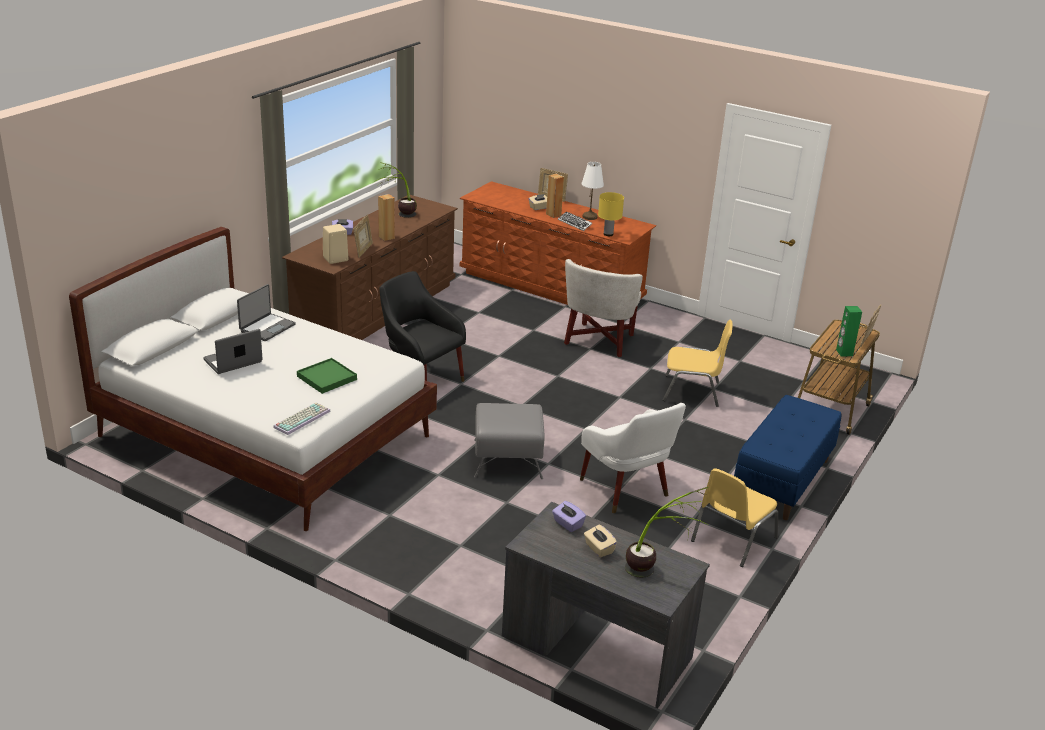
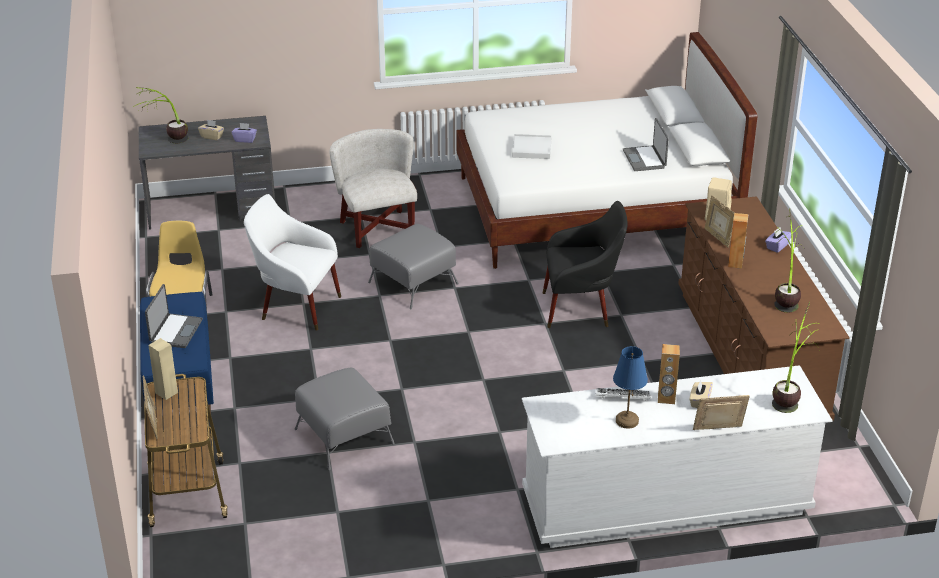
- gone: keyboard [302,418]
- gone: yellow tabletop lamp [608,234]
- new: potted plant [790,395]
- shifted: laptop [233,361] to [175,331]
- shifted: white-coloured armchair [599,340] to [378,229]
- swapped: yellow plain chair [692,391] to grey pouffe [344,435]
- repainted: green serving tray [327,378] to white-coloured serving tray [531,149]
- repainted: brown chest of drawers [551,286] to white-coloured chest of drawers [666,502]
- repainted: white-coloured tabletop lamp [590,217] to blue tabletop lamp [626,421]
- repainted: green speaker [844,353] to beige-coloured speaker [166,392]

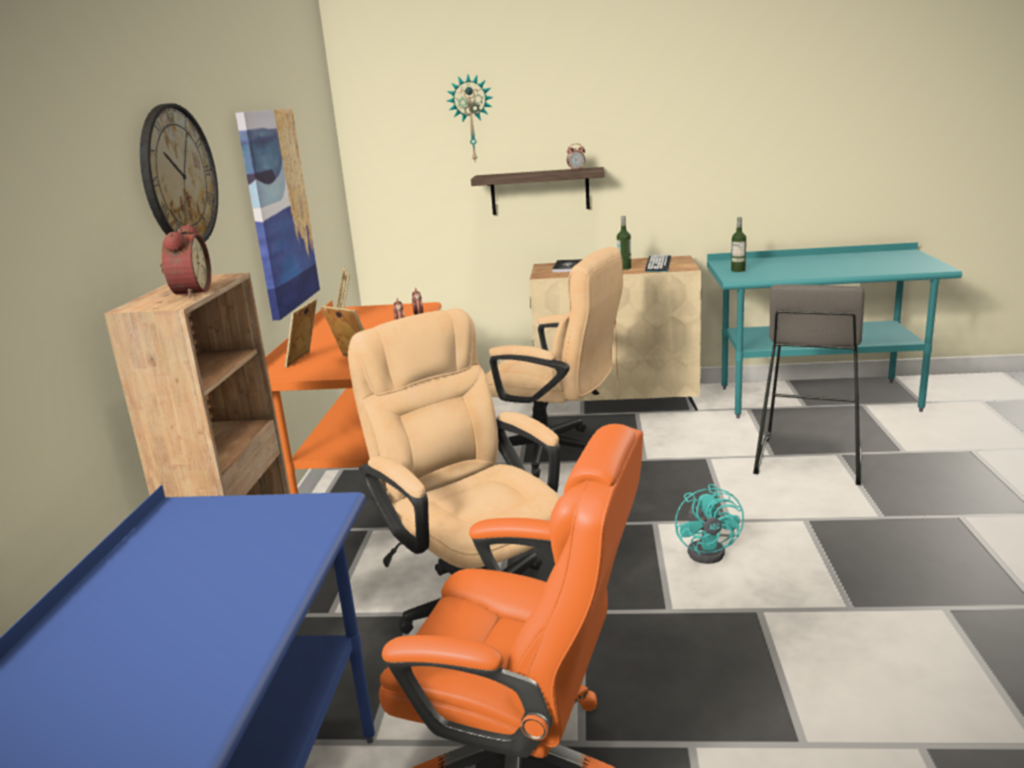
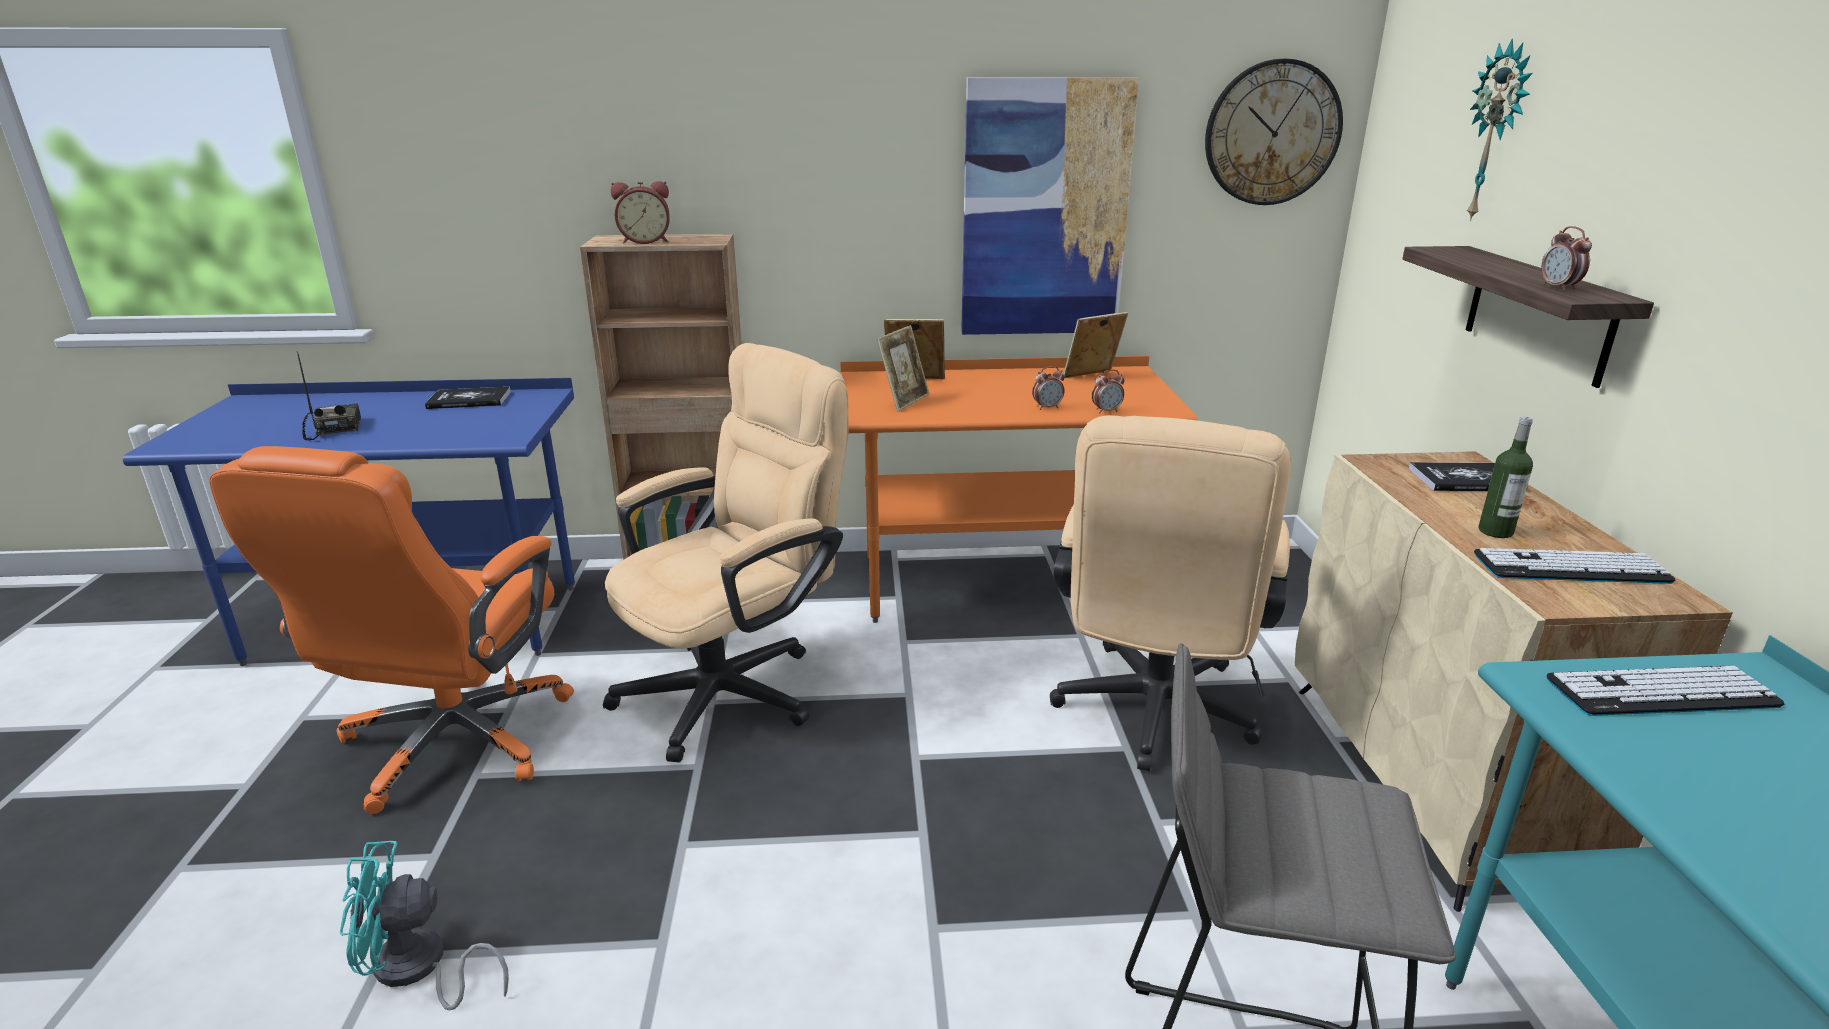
- new: radio [333,429]
- new: bound book [469,400]
- shifted: hanging clock [178,176] to [1272,133]
- shifted: turquoise-coloured fan [711,550] to [418,970]
- swapped: bottle [738,270] to keyboard [1661,692]

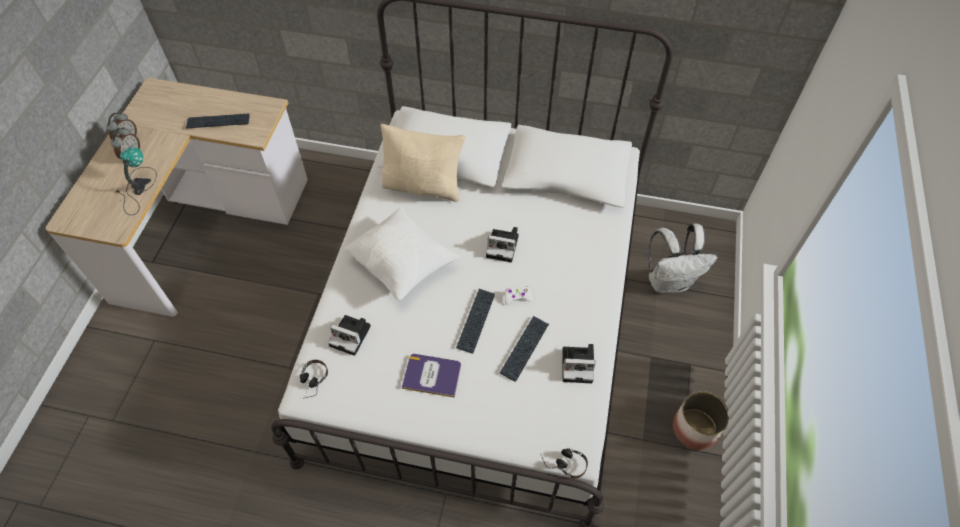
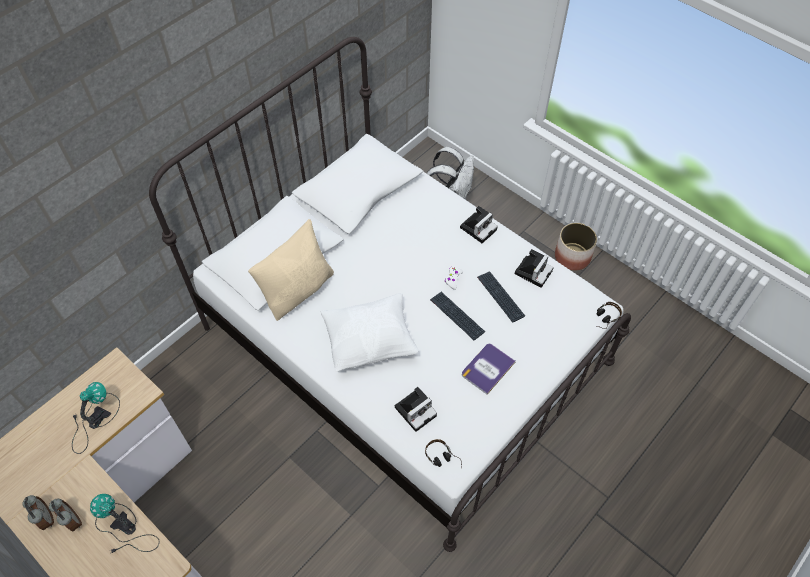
- shifted: photo camera [503,246] to [478,227]
- swapped: keyboard [218,122] to tabletop lamp [94,419]

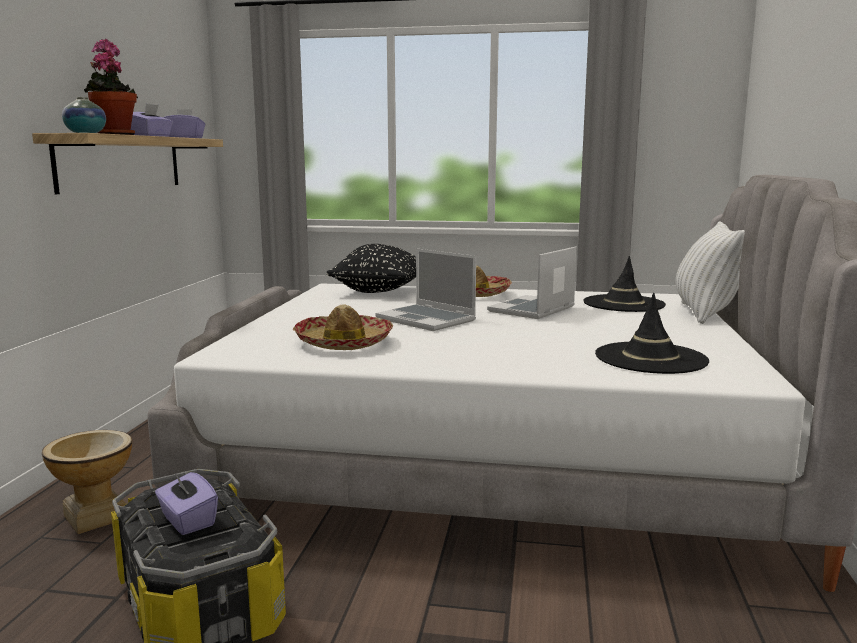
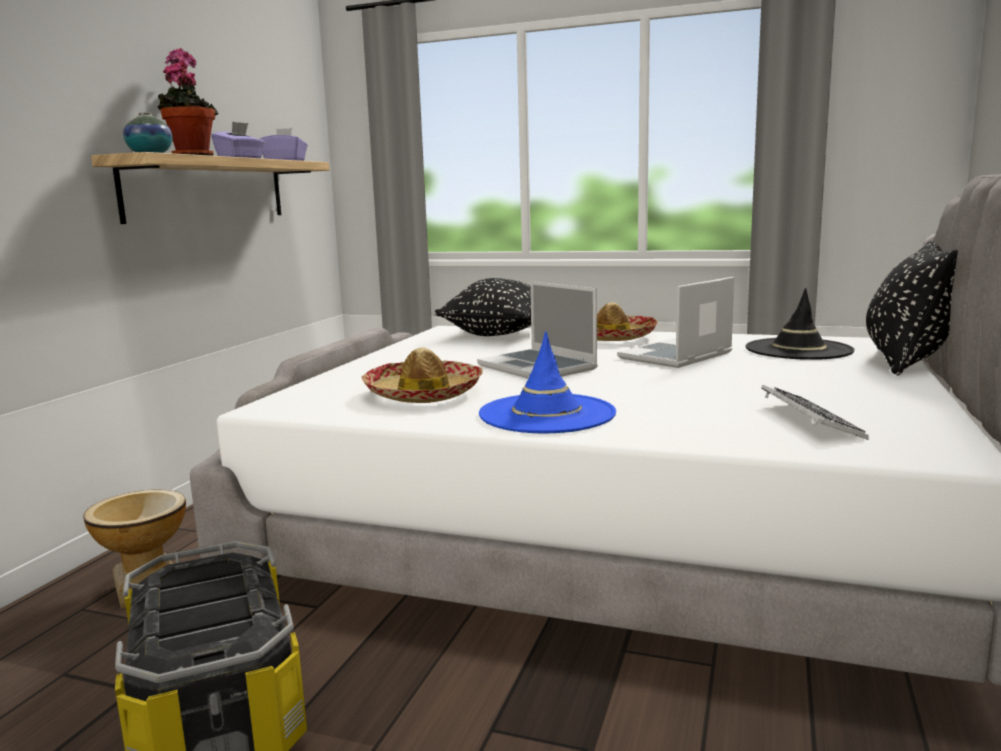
- gone: purple box of tissues [187,521]
- new: blue hat [547,414]
- swapped: black-coloured hat [650,358] to keyboard [808,420]
- repainted: white-coloured throw pillow [705,313] to black-coloured throw pillow [906,362]

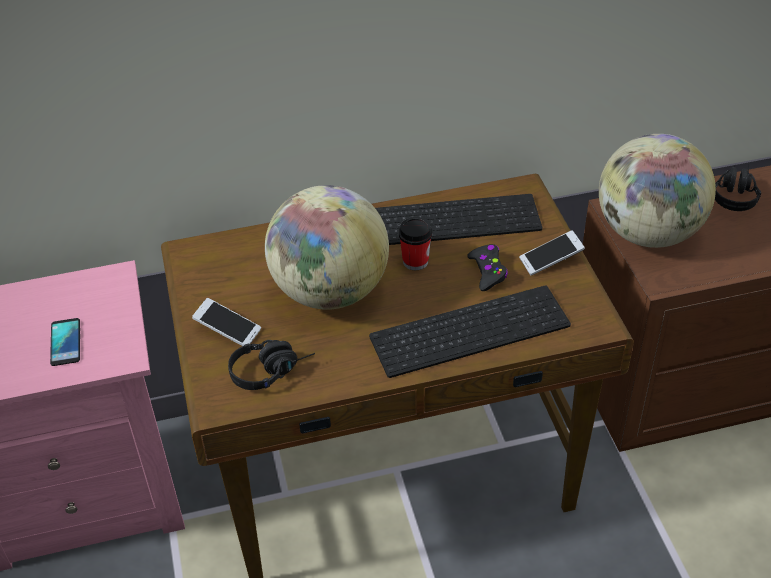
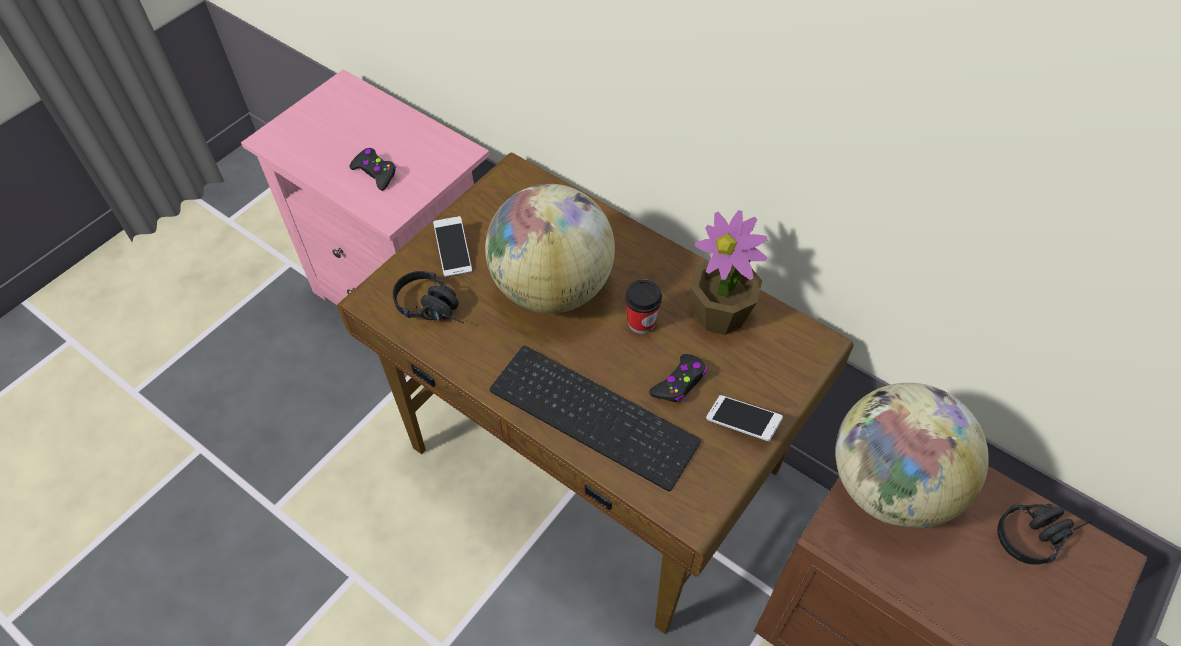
- swapped: phone [65,342] to black-coloured game controller [375,173]
- swapped: keyboard [451,219] to potted plant [720,314]

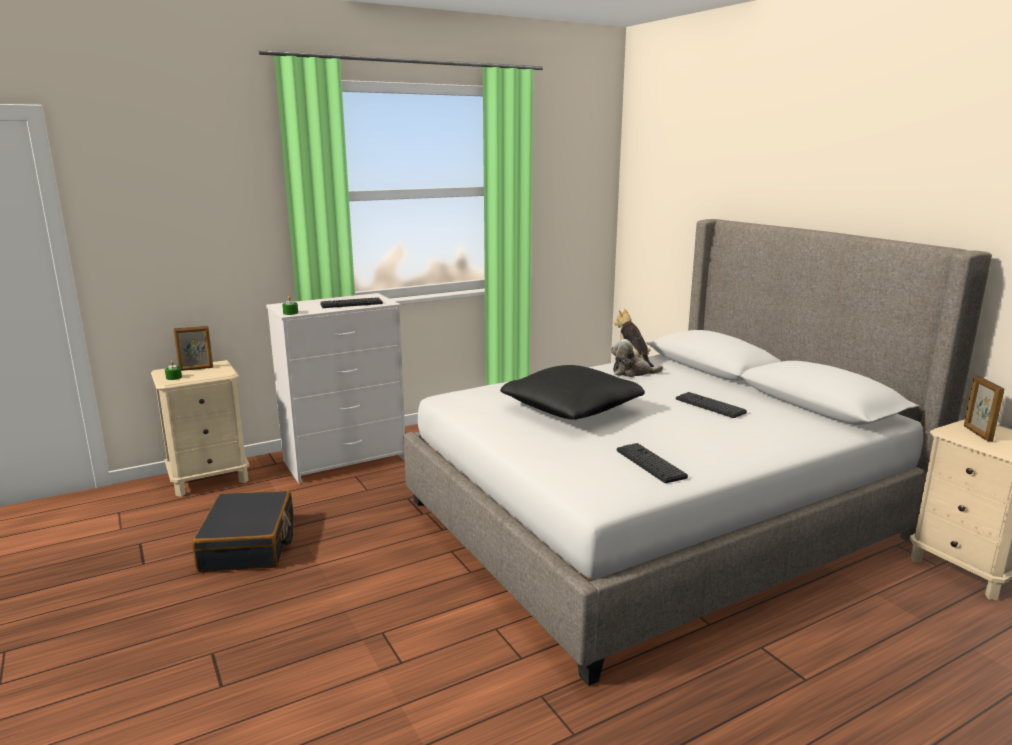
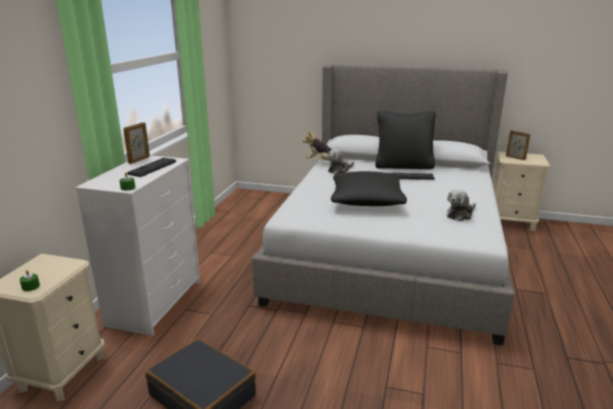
- new: black-coloured throw pillow [403,166]
- shifted: picture frame [196,369] to [139,160]
- swapped: keyboard [650,463] to soft toy [460,214]

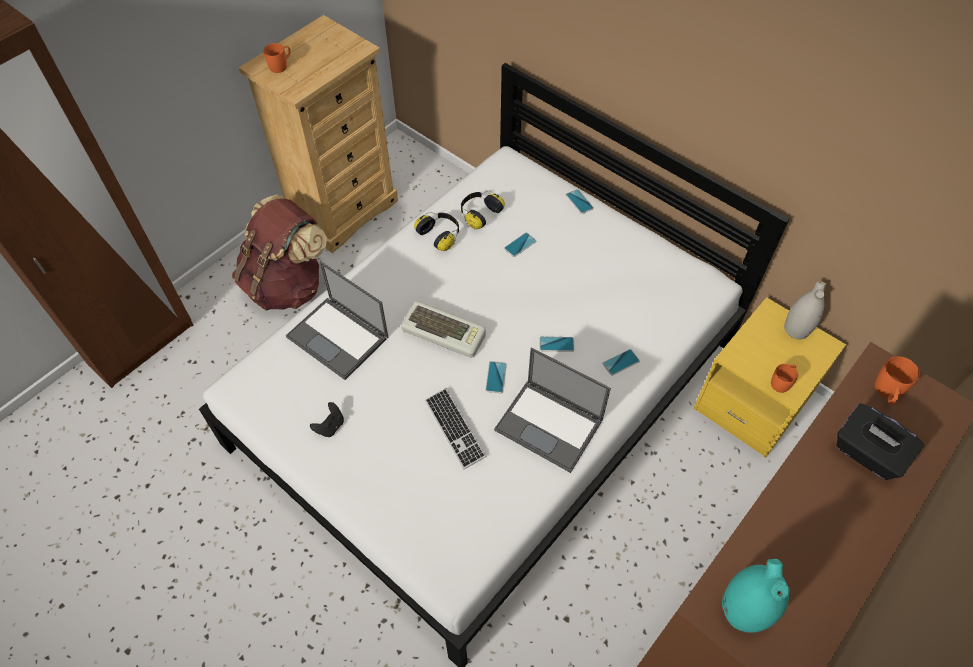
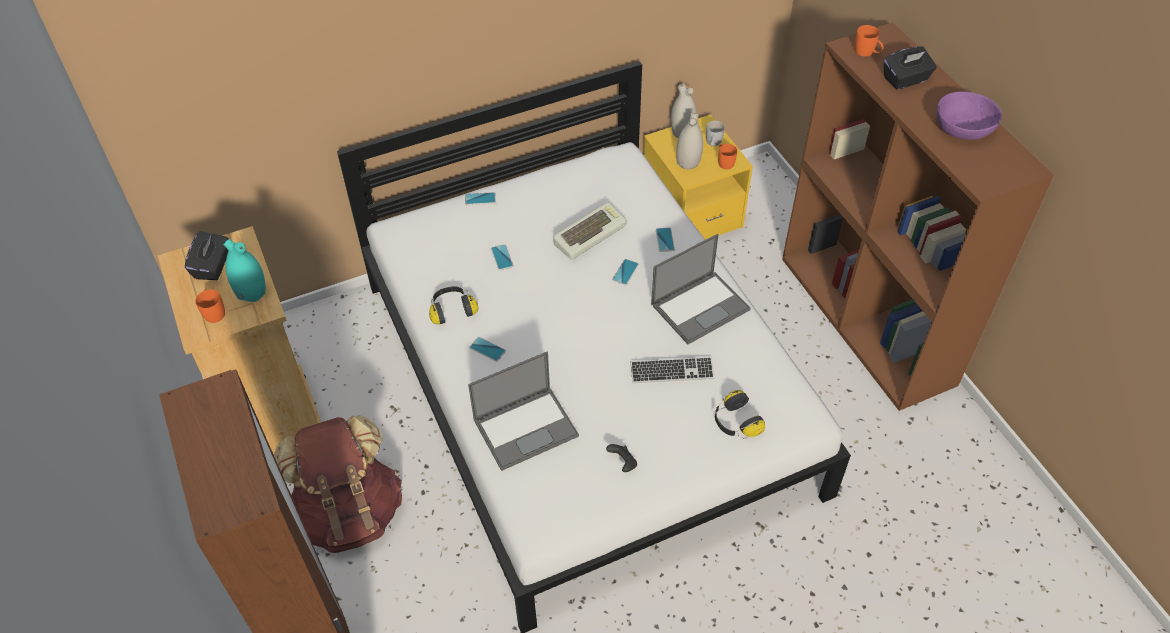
- new: black-coloured box of tissues [213,266]
- new: white-coloured vase [688,161]
- new: white-coloured tea mug [713,143]
- new: purple deep dish [962,129]
- shifted: keyboard [445,332] to [589,234]
- shifted: pair of headphones [479,214] to [735,422]
- shifted: phone [496,377] to [487,349]
- shifted: turquoise-coloured vase [744,609] to [251,292]

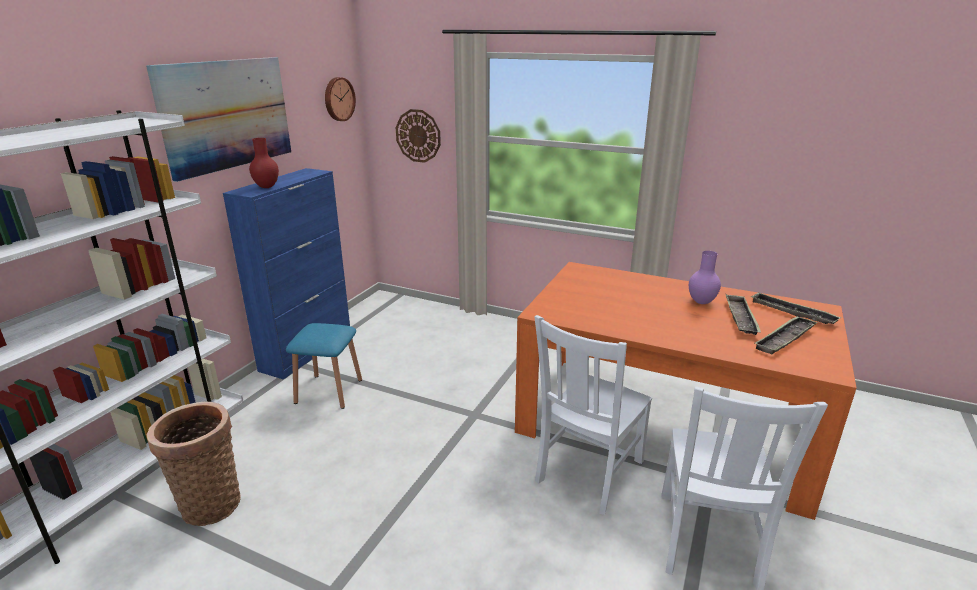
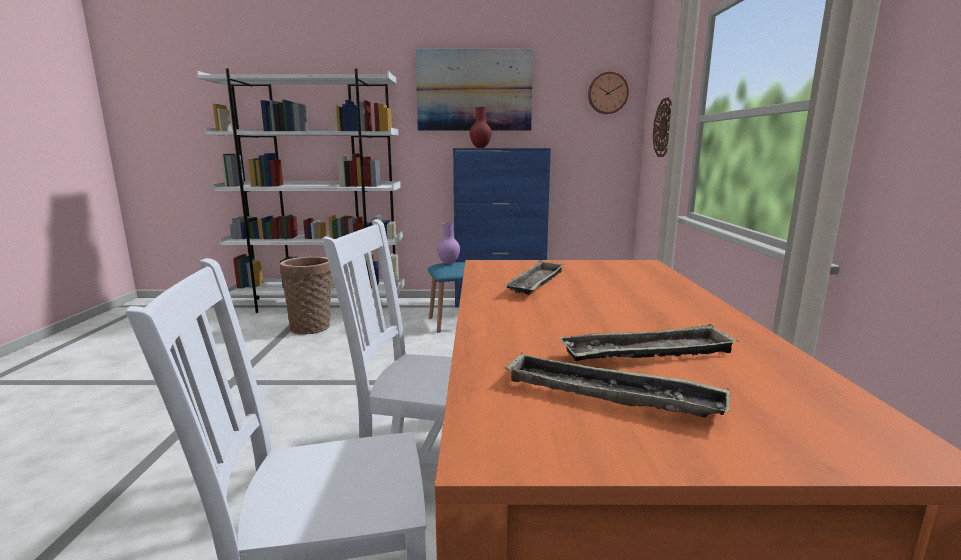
- shifted: purple vase [701,302] to [448,263]
- shifted: serving tray [792,312] to [536,283]

